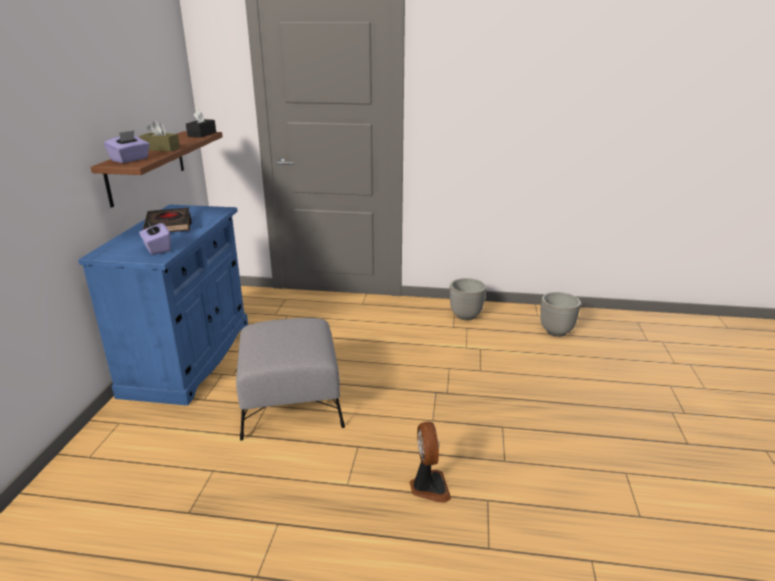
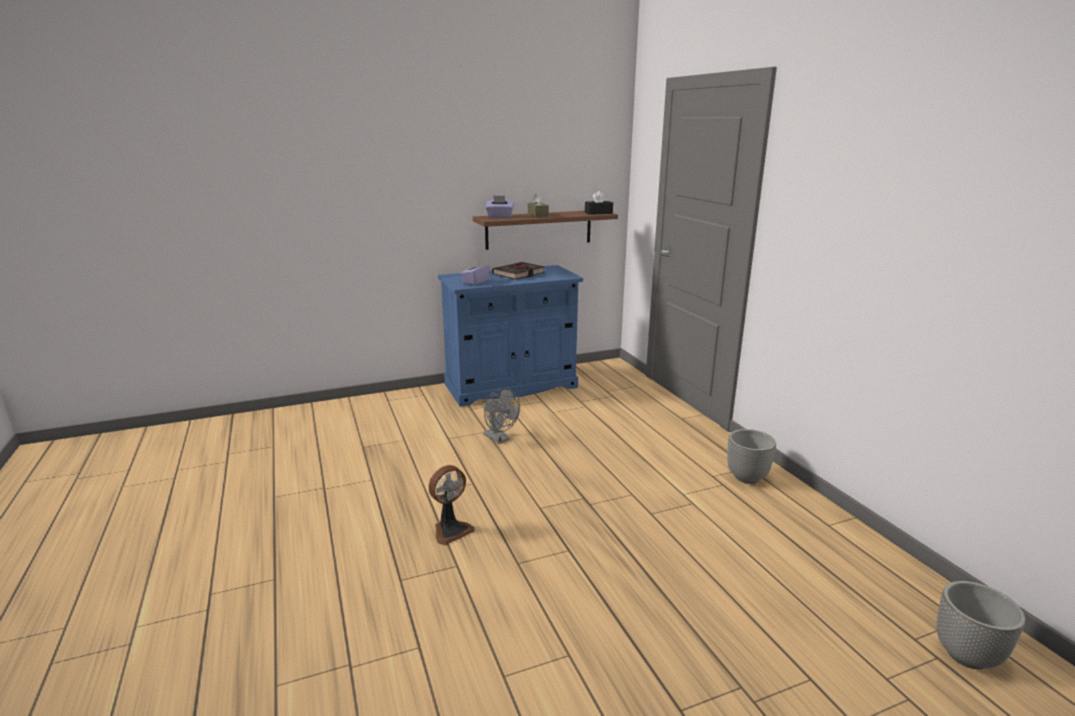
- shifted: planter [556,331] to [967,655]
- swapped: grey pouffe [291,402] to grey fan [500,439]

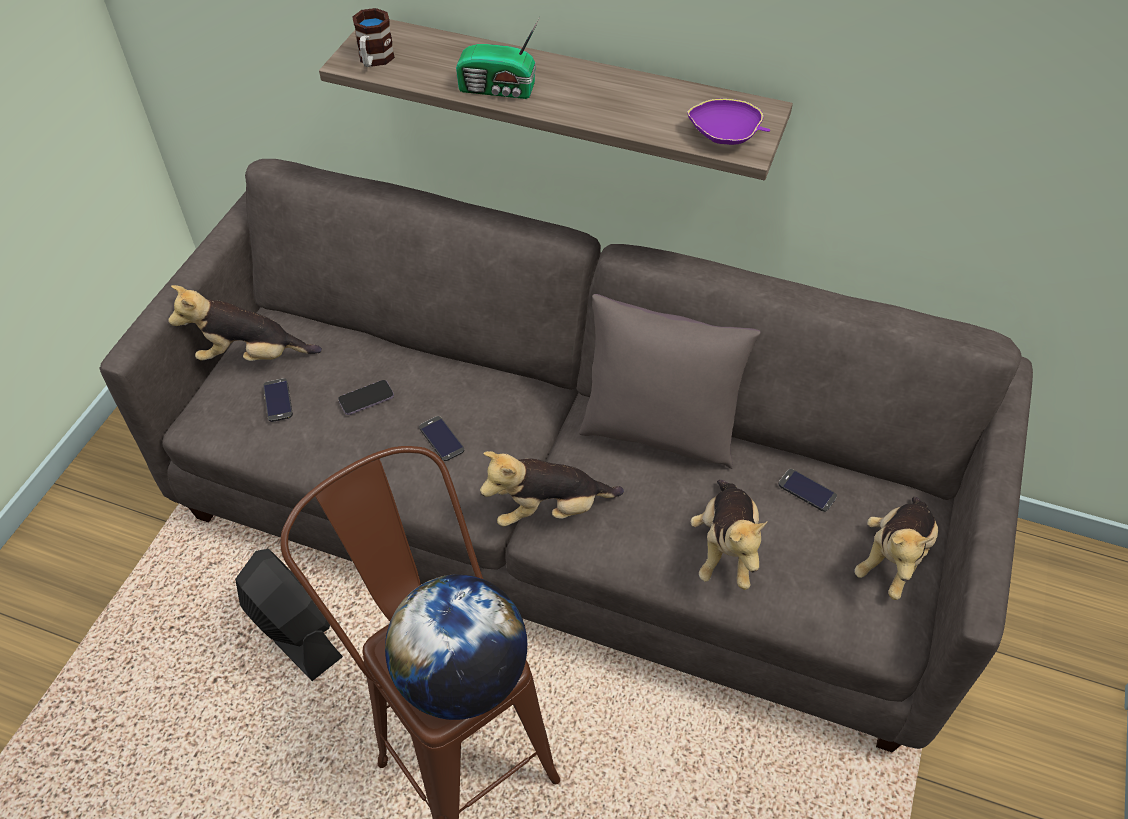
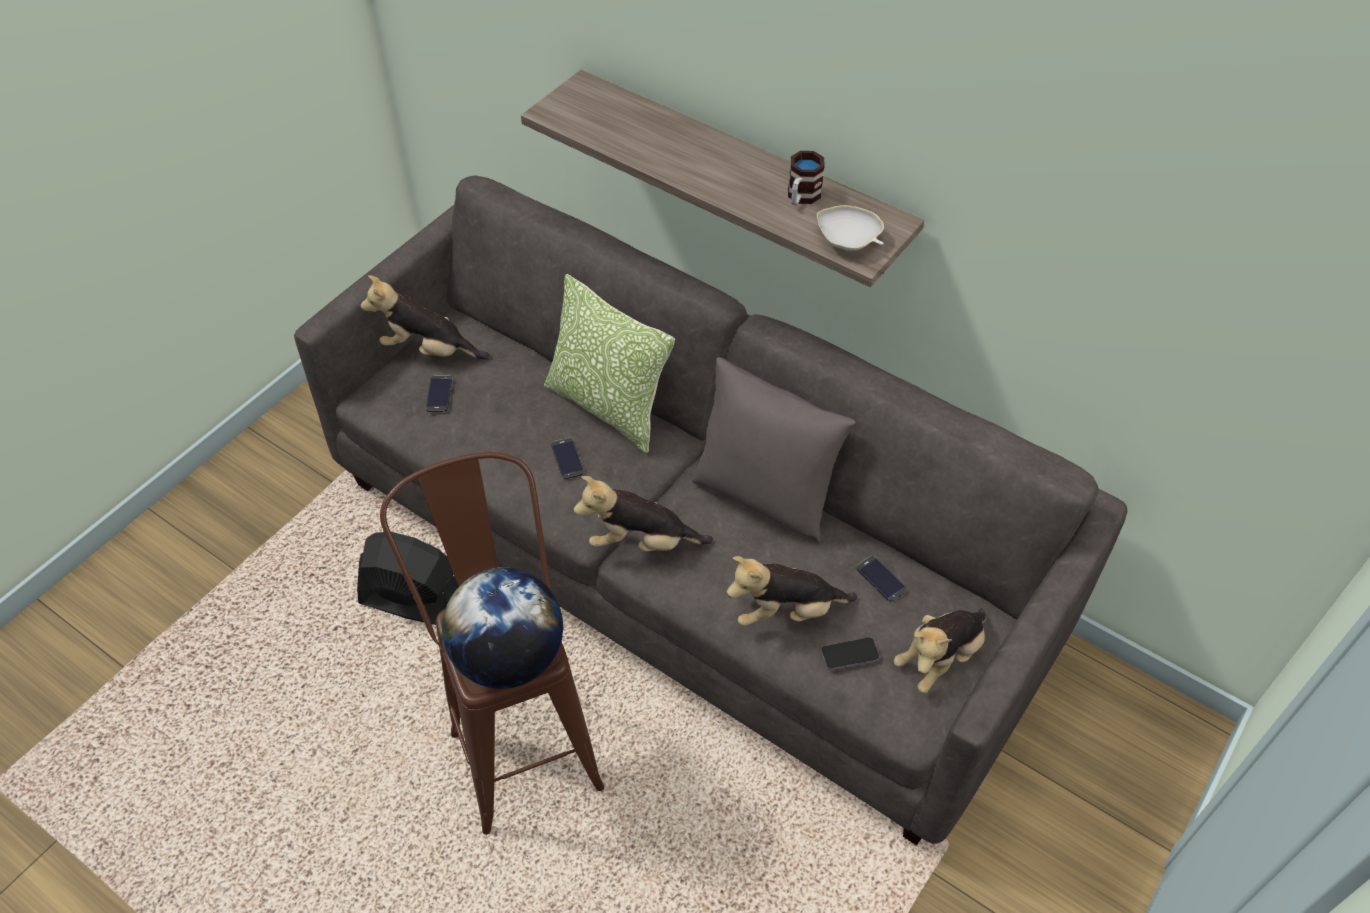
- gone: radio [499,90]
- new: throw pillow [608,407]
- shifted: phone [366,399] to [849,655]
- shifted: tea mug [374,60] to [801,197]
- repainted: purple deep dish [725,136] to white-coloured deep dish [848,240]
- rotated: black-coloured fan [294,631] = [414,603] 45 degrees counterclockwise
- rotated: soft toy [725,547] = [785,611] 60 degrees clockwise

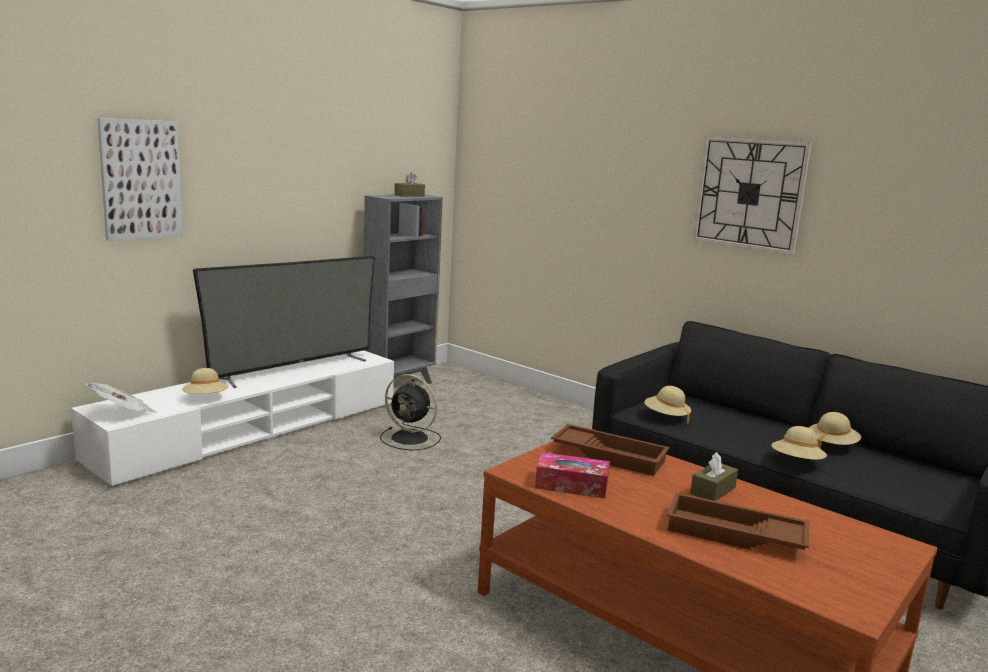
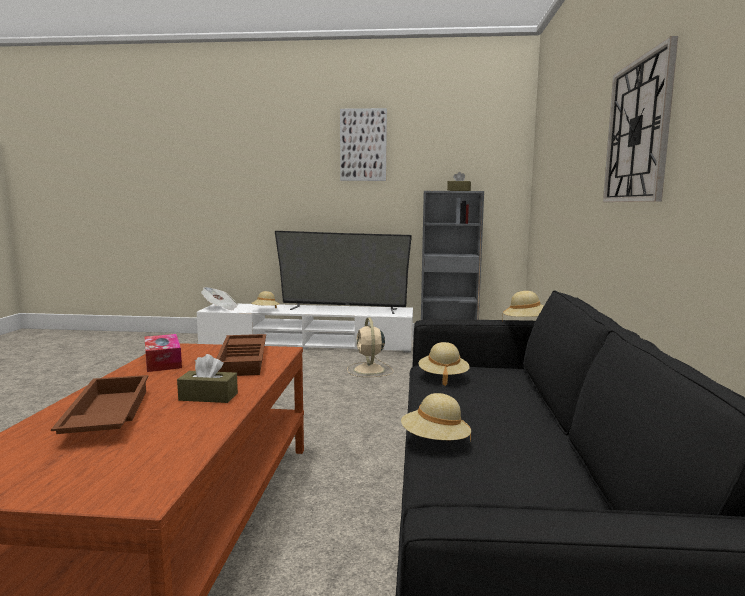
- shifted: wall art [141,179] to [363,145]
- shifted: beige-coloured hat [831,445] to [526,323]
- repainted: black-coloured fan [411,439] to beige-coloured fan [369,370]

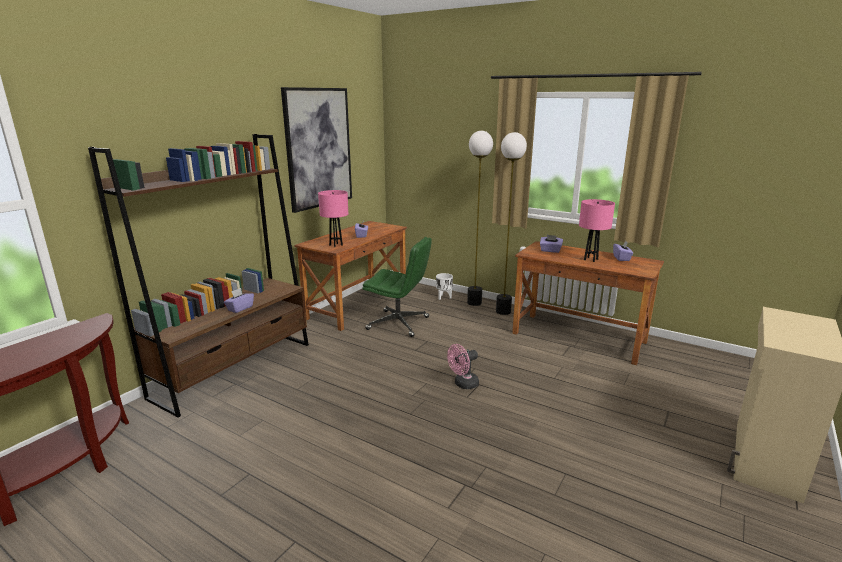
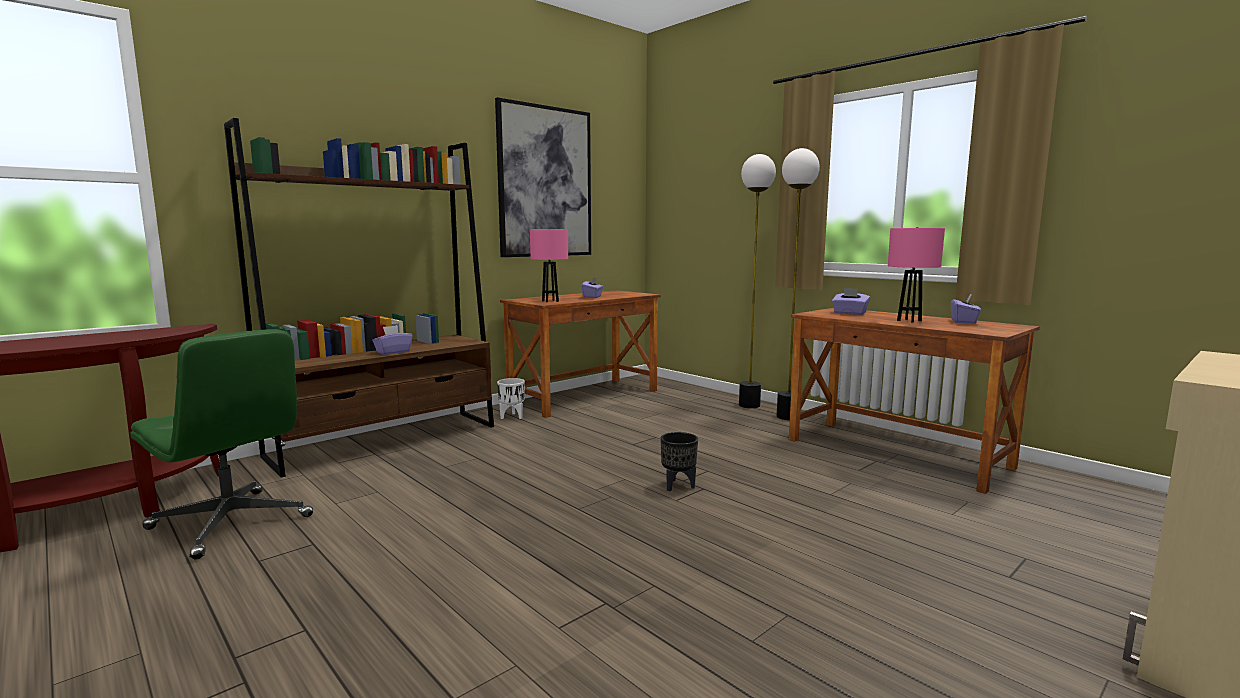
- shifted: green desk chair [399,323] to [232,523]
- shifted: white-coloured planter [444,297] to [512,416]
- swapped: pink-coloured fan [463,384] to black-coloured planter [679,486]

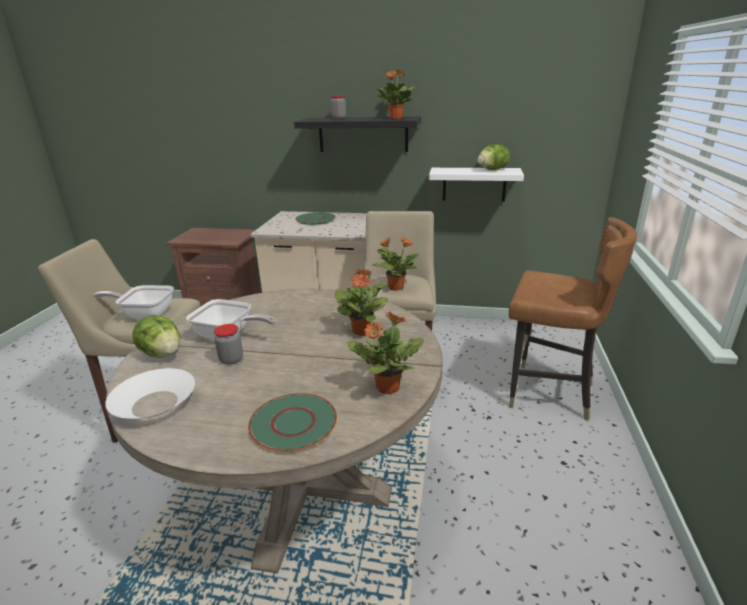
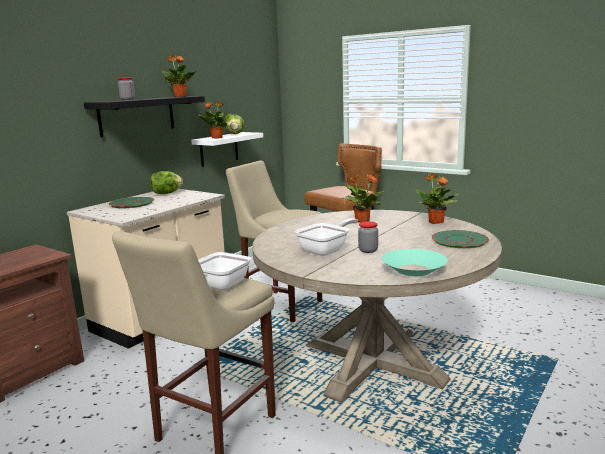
- shifted: head of lettuce [162,354] to [166,193]
- shifted: potted plant [395,287] to [216,138]
- repainted: white-coloured deep dish [154,404] to turquoise-coloured deep dish [414,270]

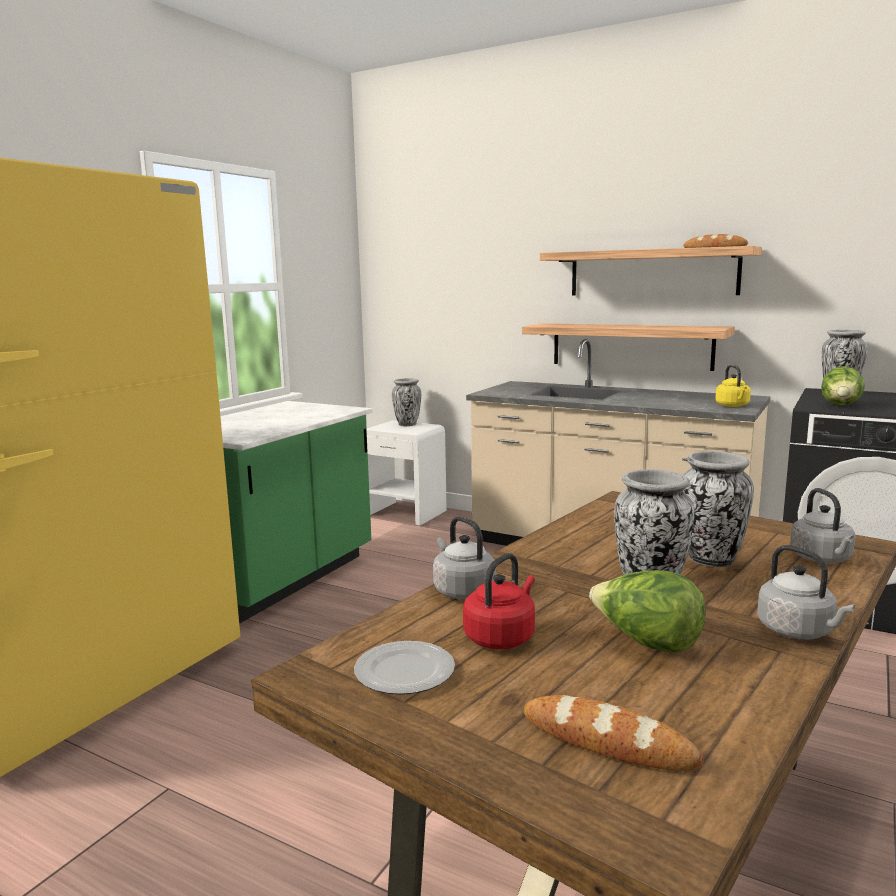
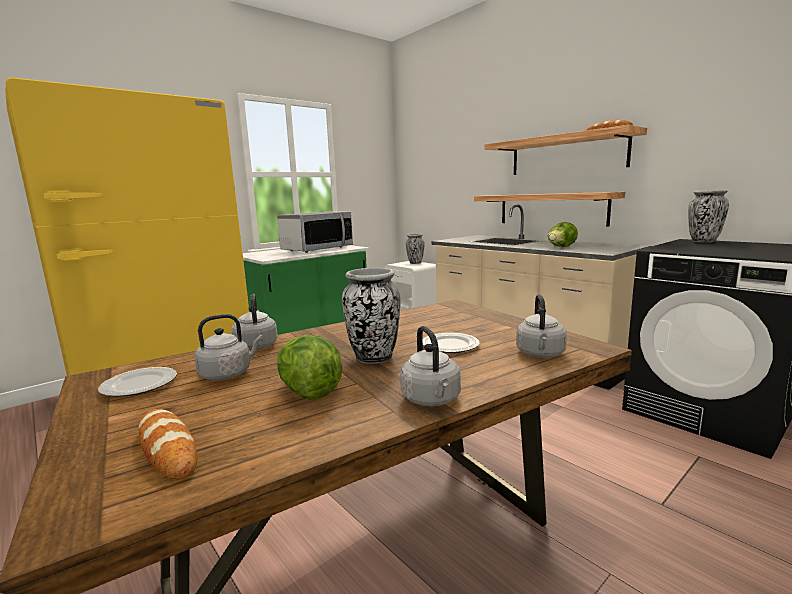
- gone: yellow tea kettle [733,406]
- new: microwave oven [317,249]
- shifted: head of lettuce [841,406] to [561,247]
- swapped: vase [710,560] to plate [449,346]
- repainted: reddish tea kettle [501,637] to grey tea kettle [228,374]

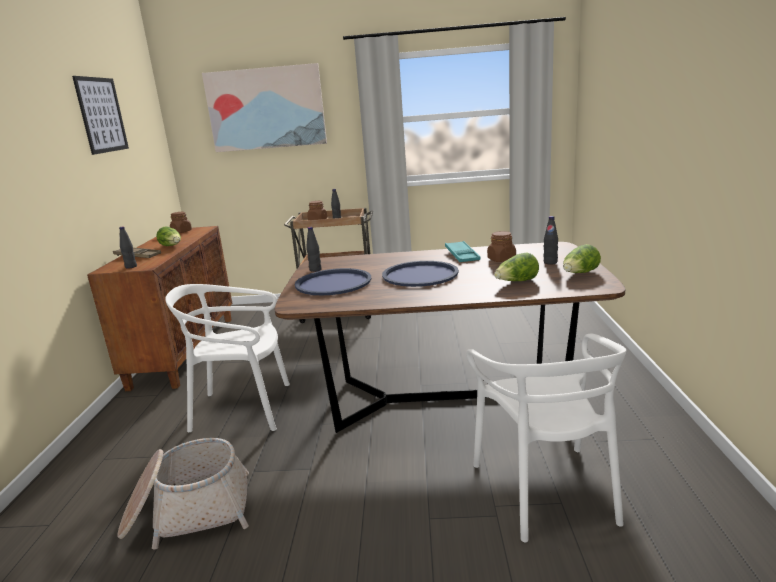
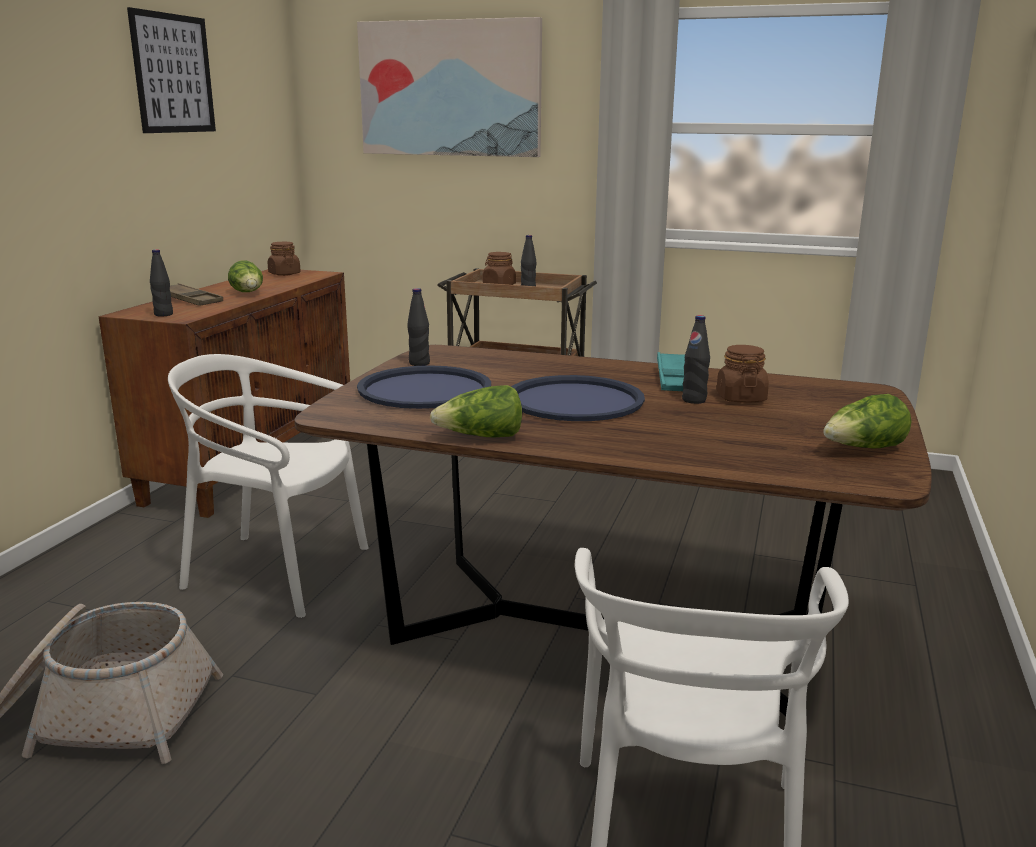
- shifted: head of lettuce [516,282] to [481,437]
- shifted: black-coloured bottle [550,262] to [694,400]

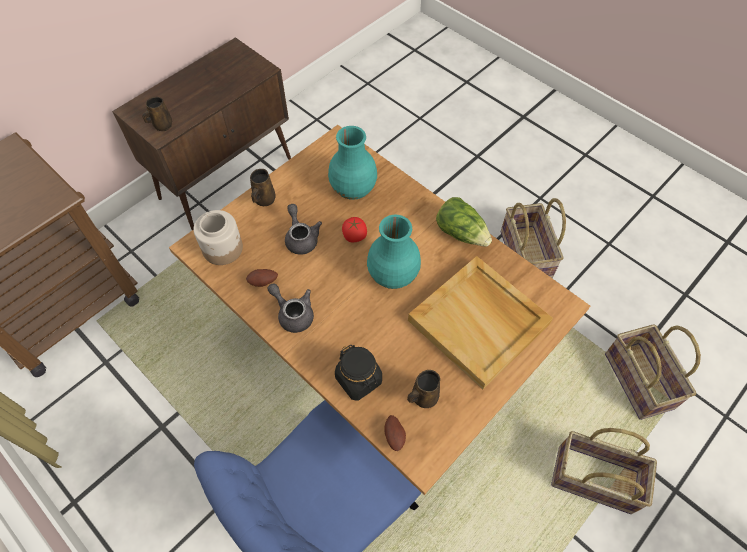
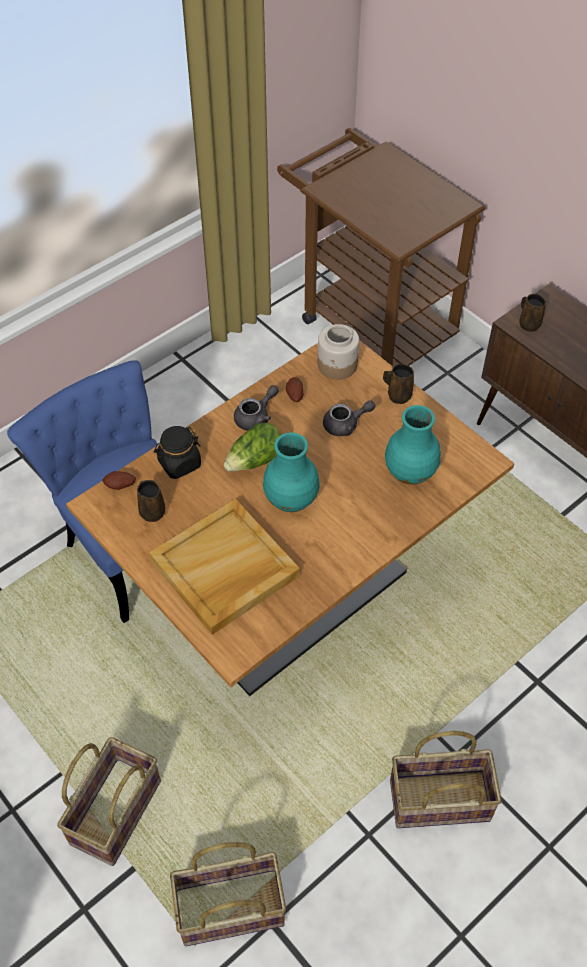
- gone: fresh tomato [354,236]
- shifted: head of lettuce [461,233] to [255,460]

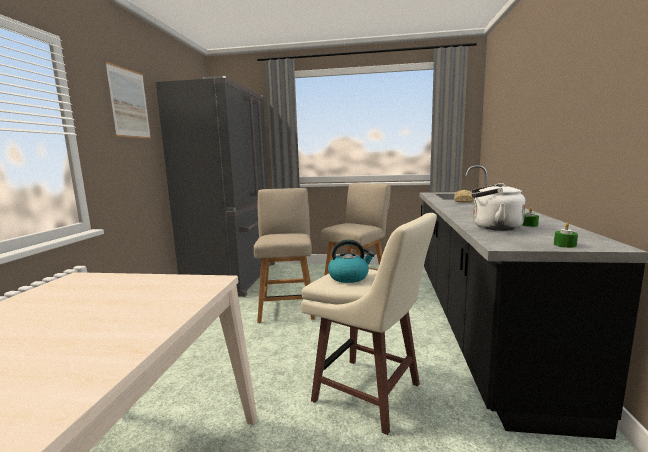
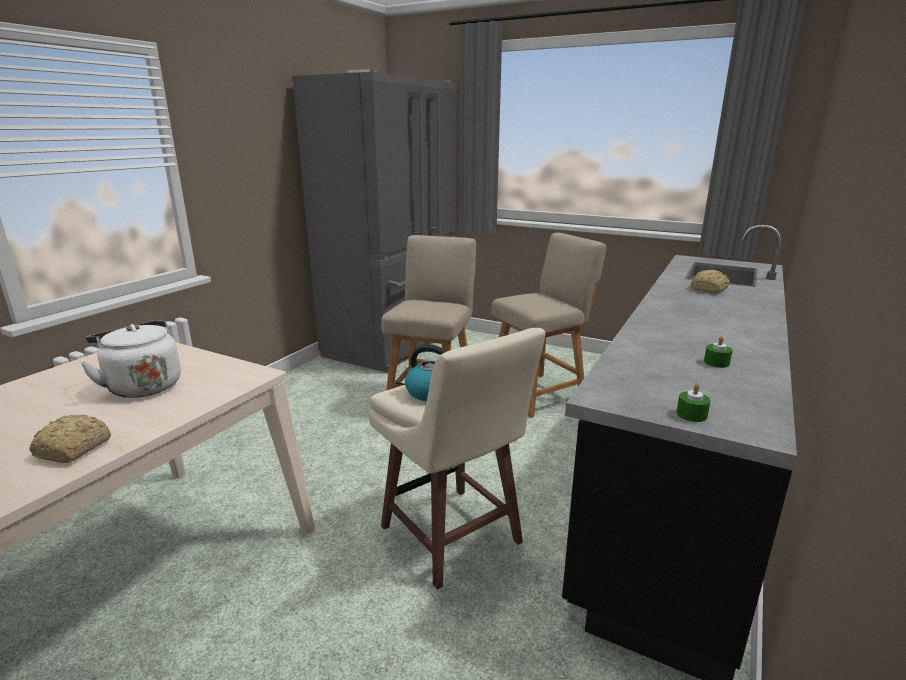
- gone: wall art [129,103]
- new: bakery bread [71,450]
- shifted: white-coloured tea kettle [493,227] to [142,386]

